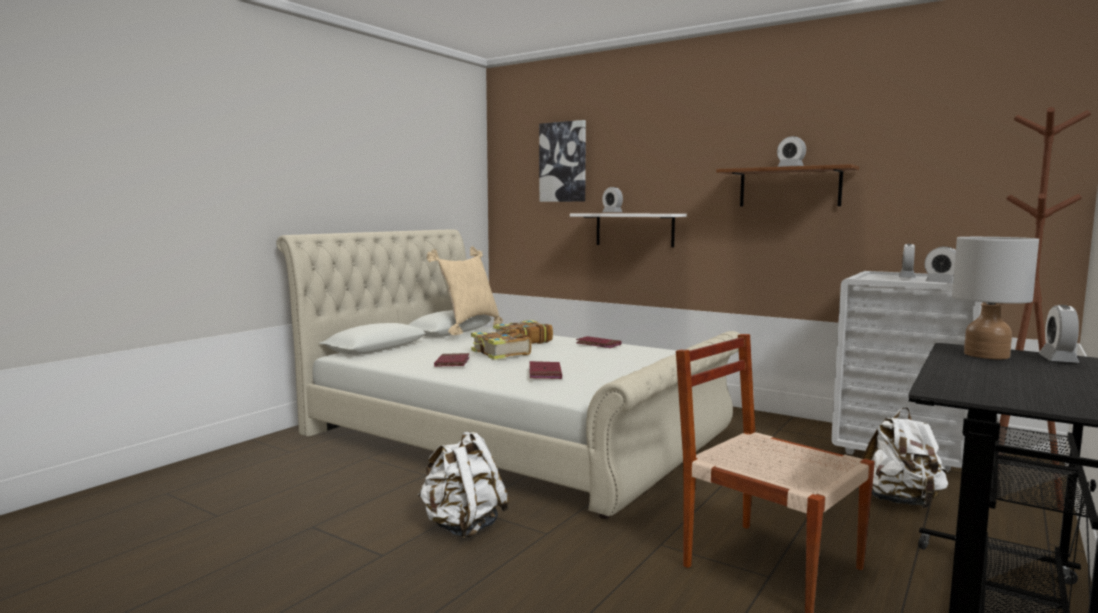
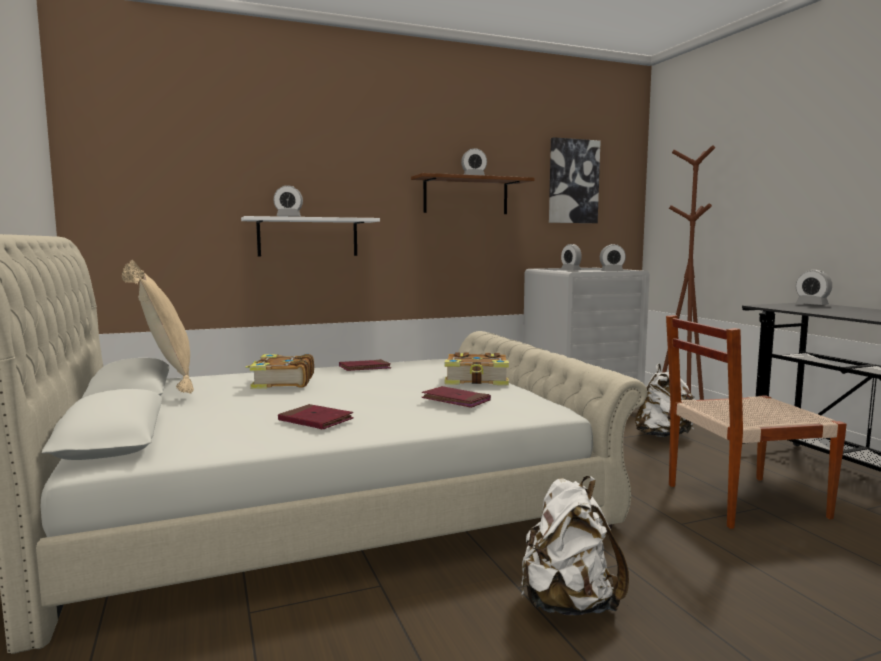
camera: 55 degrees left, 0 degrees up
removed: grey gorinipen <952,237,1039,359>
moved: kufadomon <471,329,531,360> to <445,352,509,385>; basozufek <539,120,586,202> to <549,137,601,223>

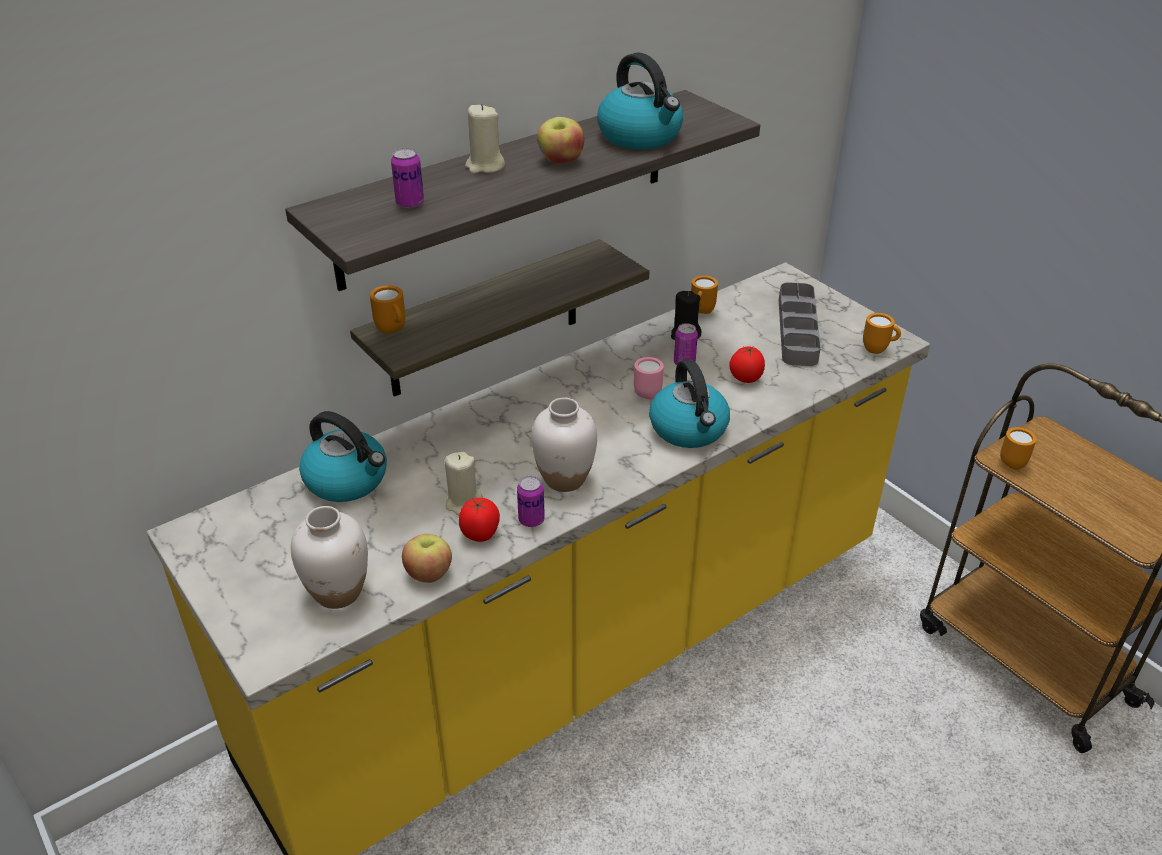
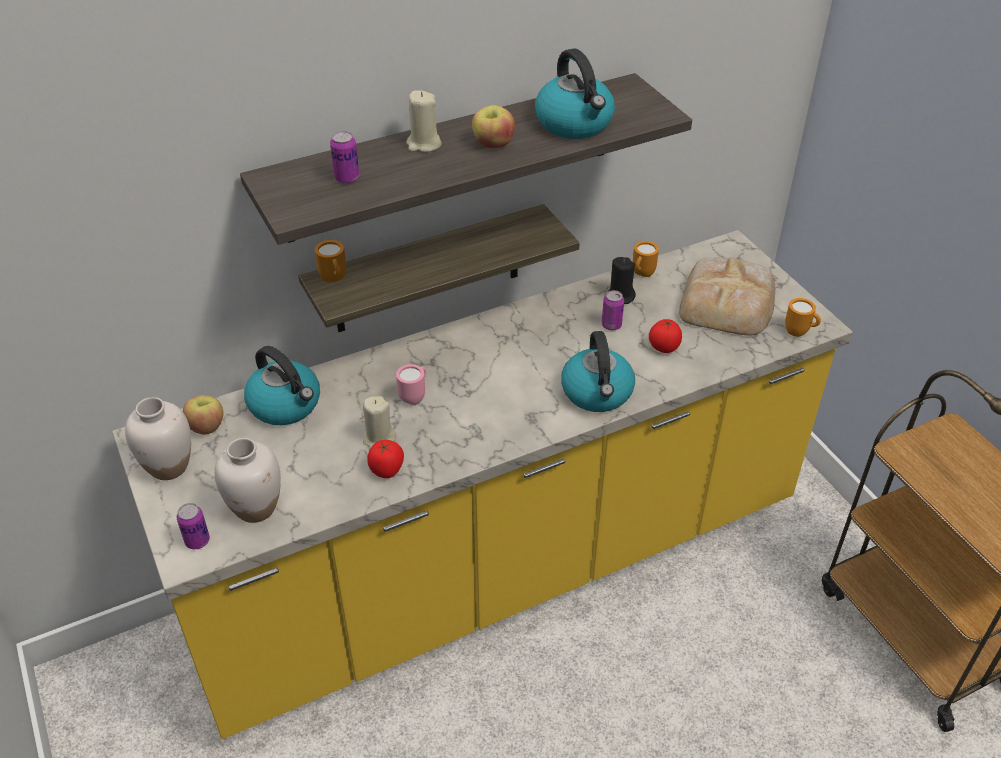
camera: 10 degrees right, 5 degrees up
removed: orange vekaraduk <1000,427,1037,470>
moved: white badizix <531,398,597,492> to <125,397,191,480>; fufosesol <517,476,545,527> to <177,503,210,549>; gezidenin <402,534,452,583> to <183,395,224,435>; pink vekaraduk <634,357,664,399> to <396,364,426,405>
replaced: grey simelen <779,282,821,366> to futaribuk <679,257,775,336>

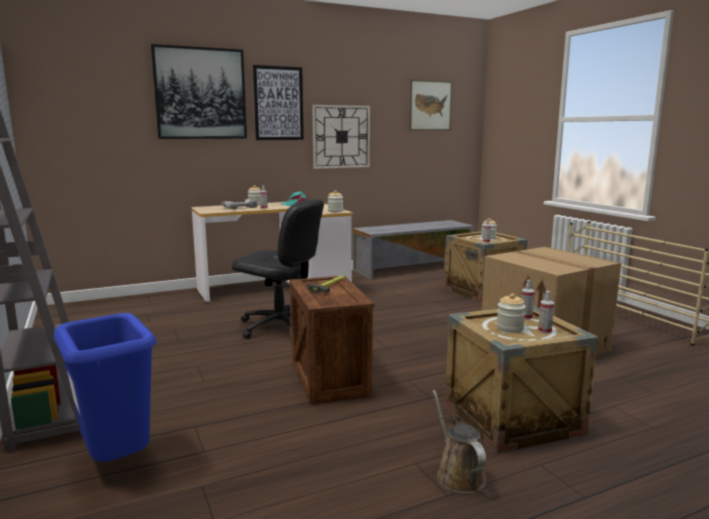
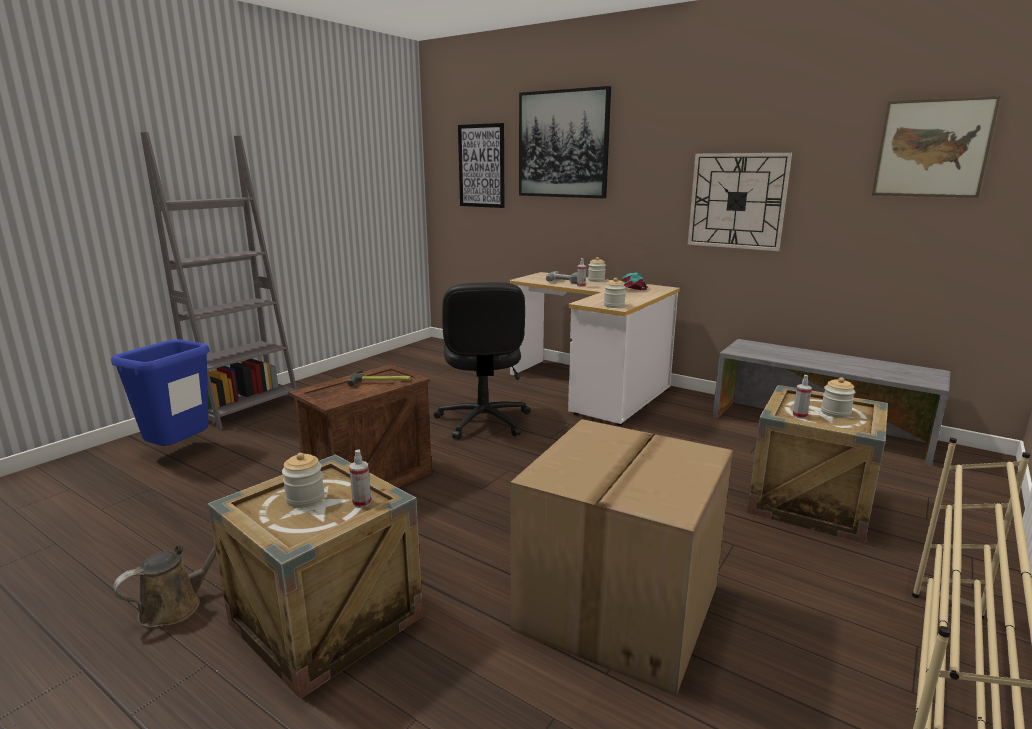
camera: 60 degrees right, 5 degrees up
removed: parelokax <538,291,554,334>
moved: basozufek <253,65,304,140> to <458,123,505,208>

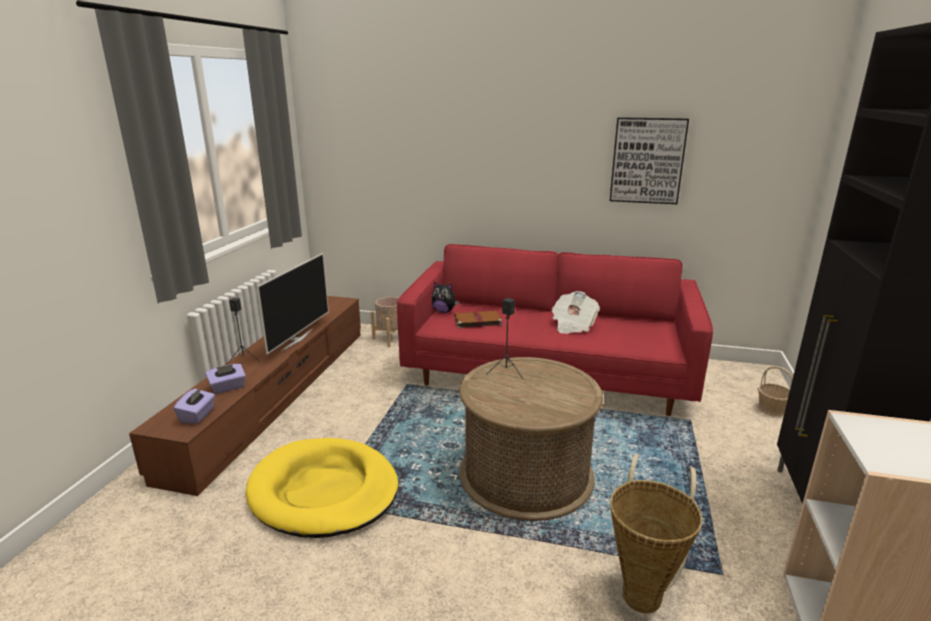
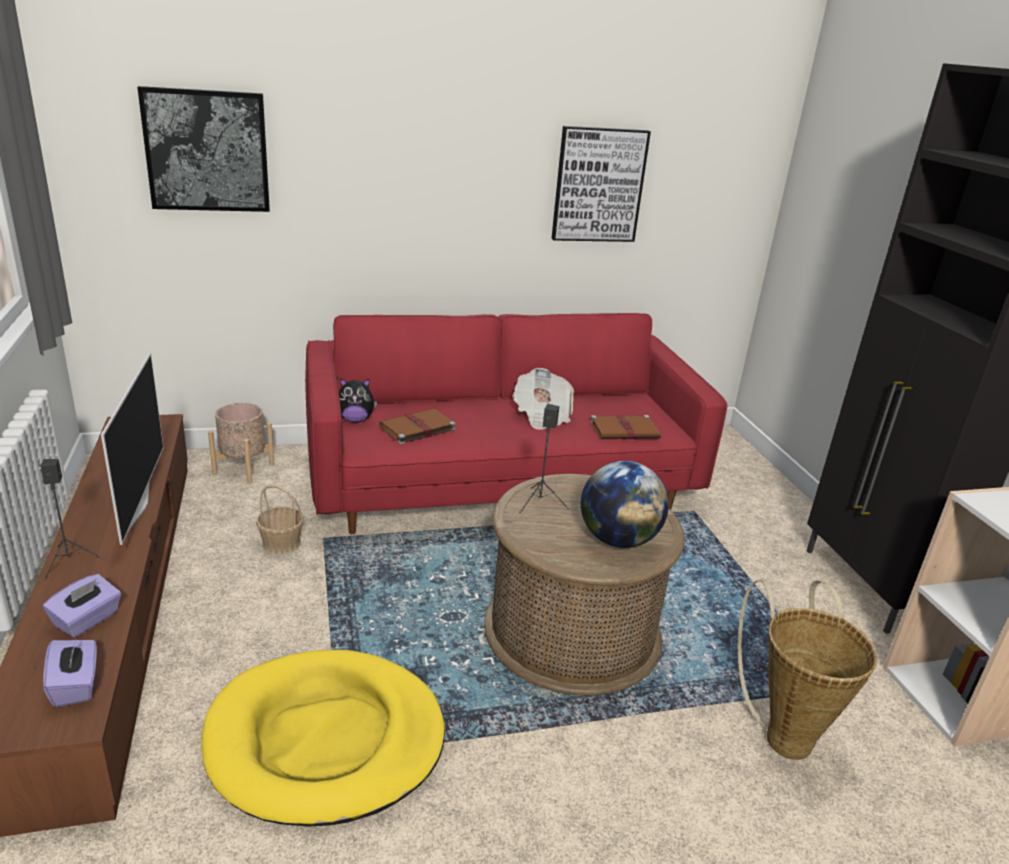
camera: 30 degrees left, 5 degrees up
added: basozufek <137,86,270,212>; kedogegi <581,461,669,548>; brown kufadomon <590,415,661,439>
moved: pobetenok <757,366,793,417> to <256,484,304,555>

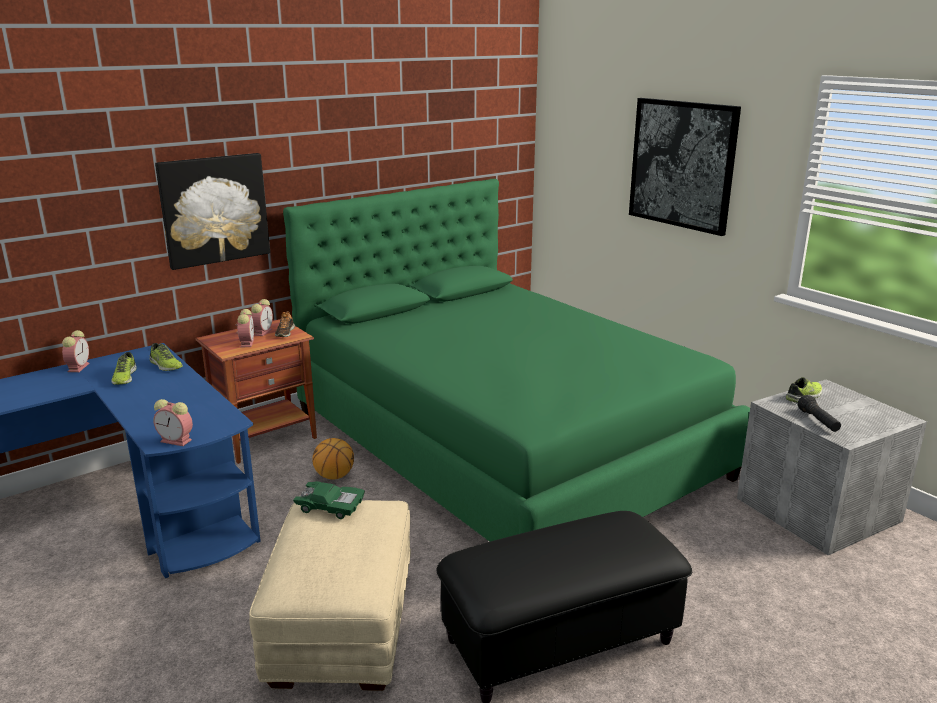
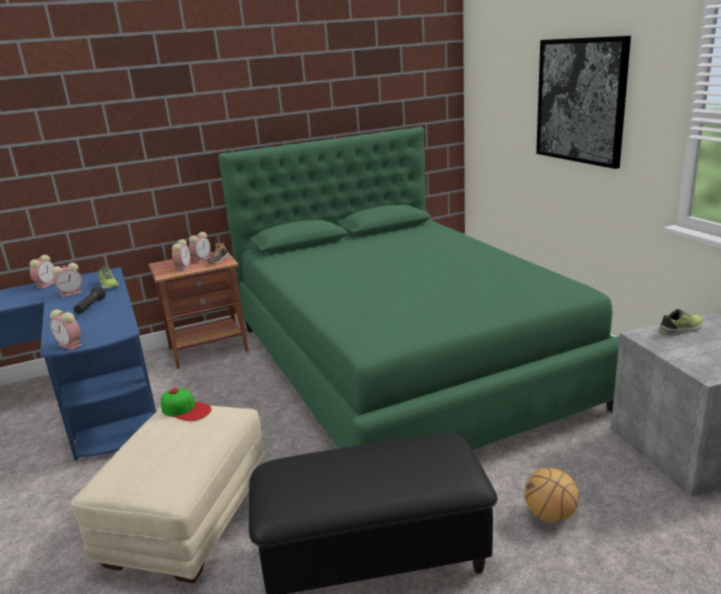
camera: 15 degrees right, 0 degrees up
removed: basozufek <155,153,270,270>
moved: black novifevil <798,395,841,432> to <74,286,106,314>; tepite <312,438,354,480> to <524,468,579,523>
replaced: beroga <111,352,137,384> to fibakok <52,263,82,297>; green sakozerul <293,481,365,519> to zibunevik <161,388,212,421>

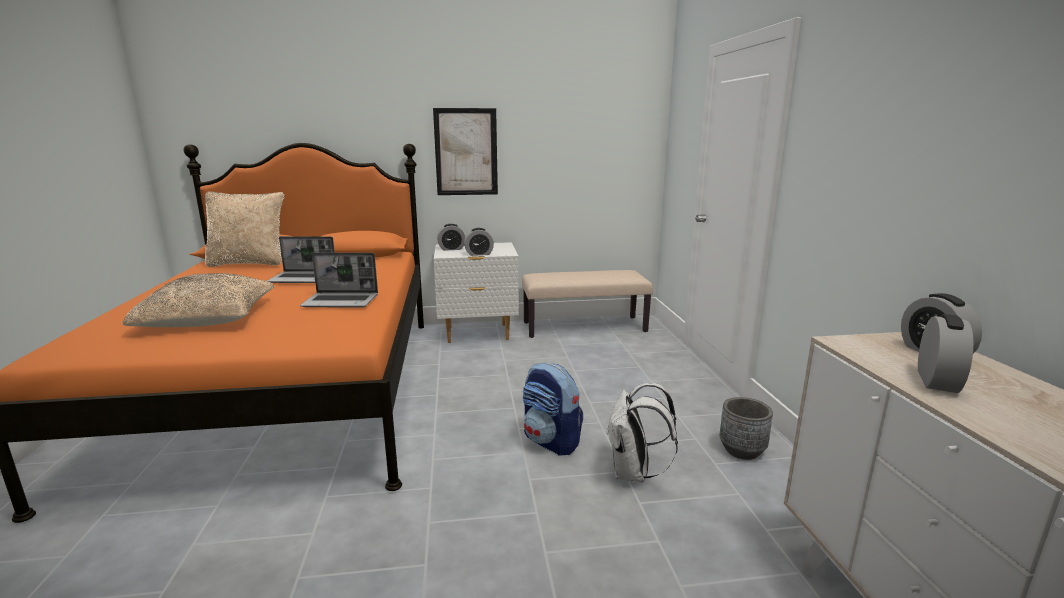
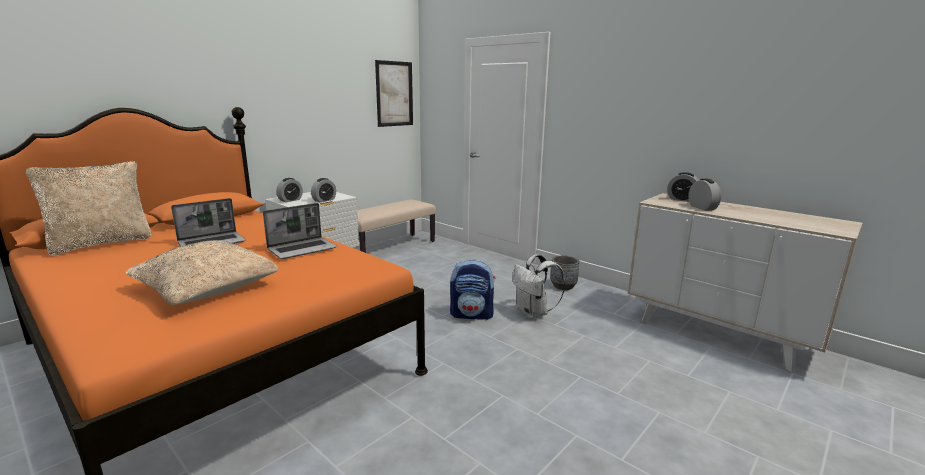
camera: 40 degrees left, 0 degrees up
moved: basozufek <433,108,498,195> to <375,60,413,127>

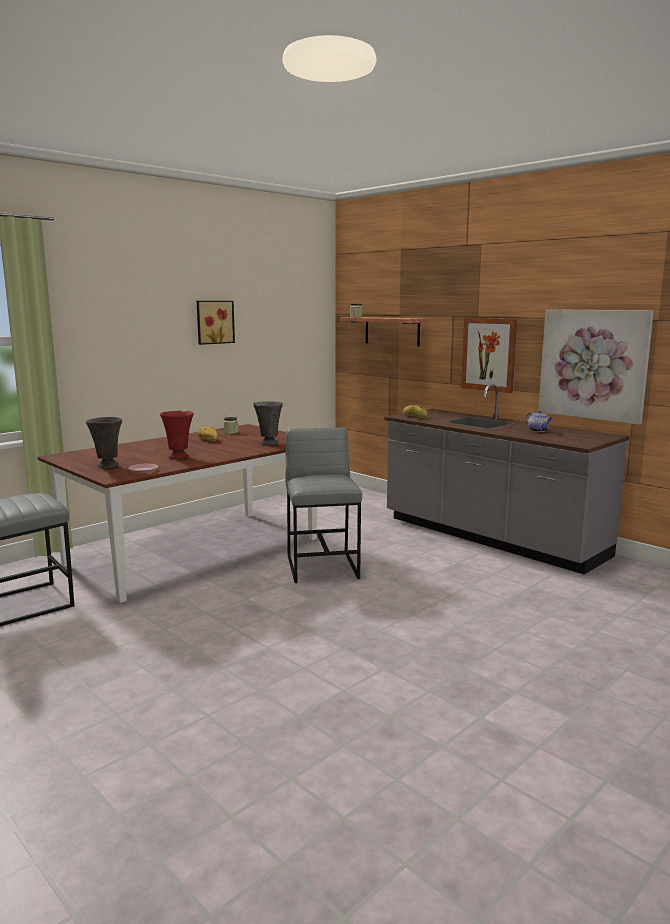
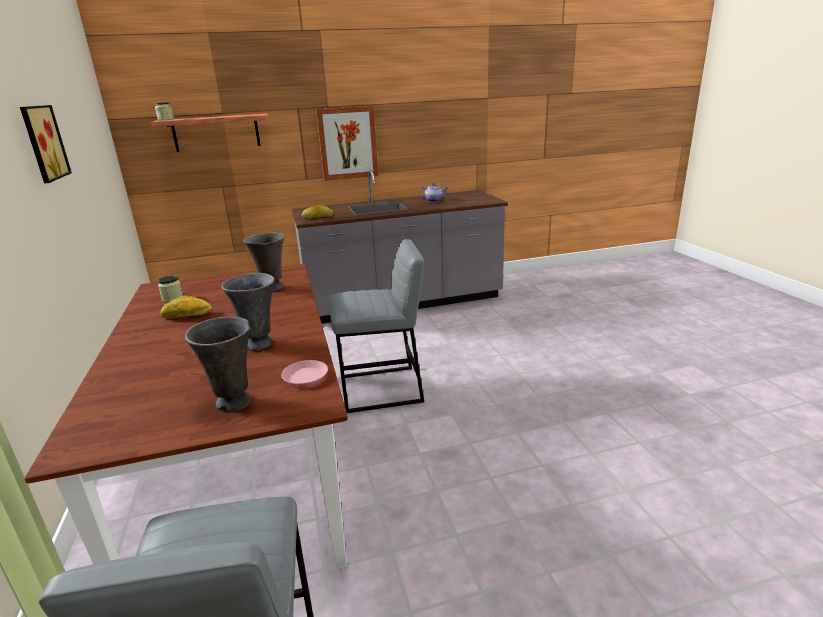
camera: 60 degrees left, 10 degrees up
removed: basozufek <539,309,654,425>
recoloured: red badizix <160,411,194,459> to grey badizix <221,273,275,351>
turned: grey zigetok <285,427,362,583> = <329,239,425,413> 150 degrees clockwise

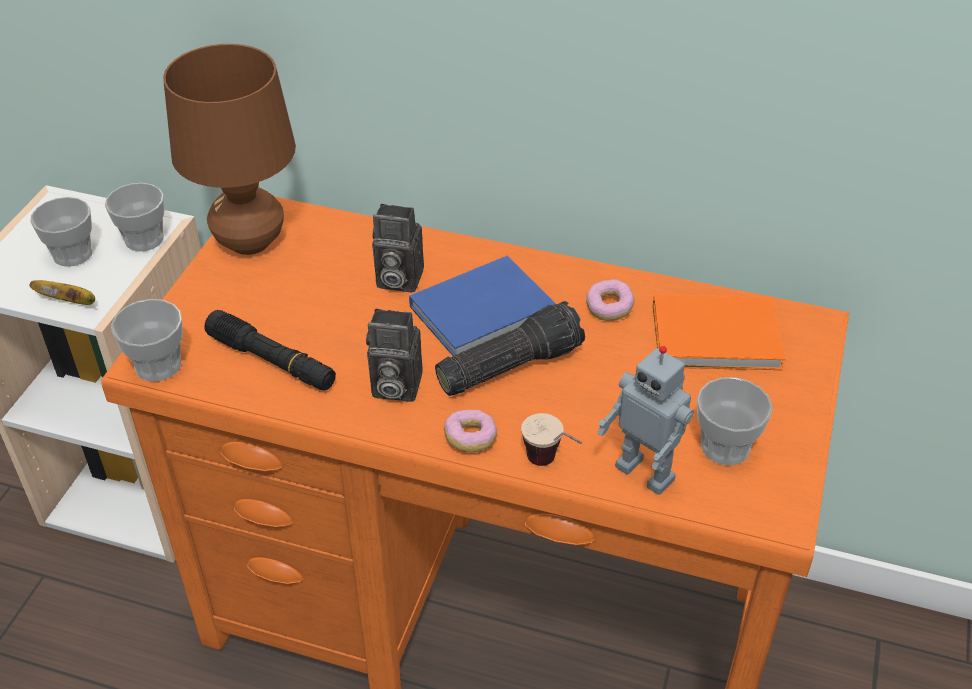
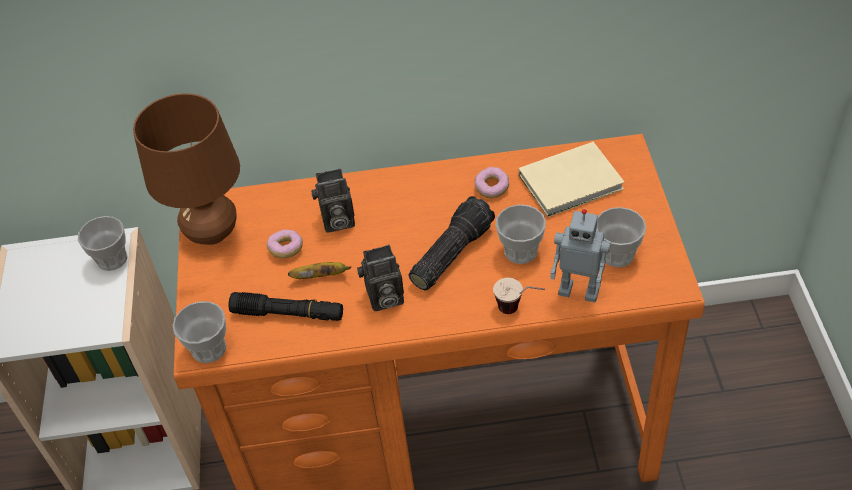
camera: 20 degrees left, 5 degrees up
removed: blue kufadomon <409,255,556,356>
moved: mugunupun <444,410,497,452> to <267,230,303,258>; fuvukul <29,280,95,305> to <288,262,351,279>; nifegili <30,197,92,267> to <496,205,546,264>
recoloured: orange kufadomon <653,294,785,370> to beige kufadomon <519,142,625,217>

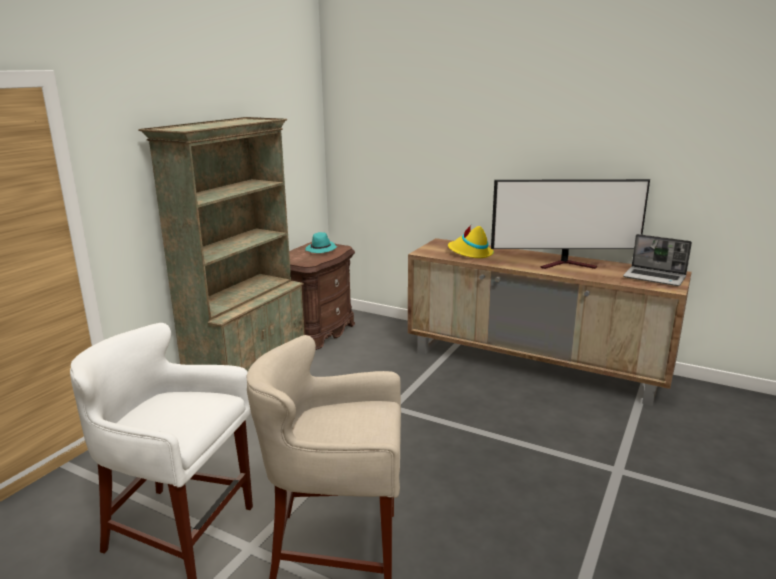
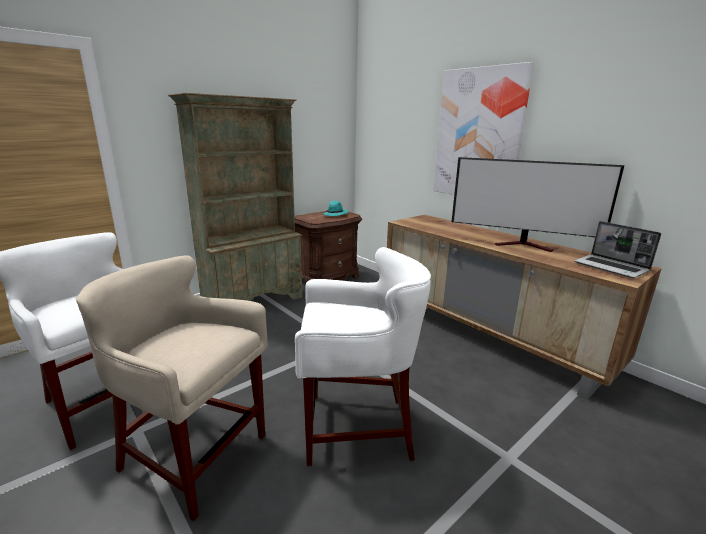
camera: 20 degrees right, 0 degrees up
removed: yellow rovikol <448,225,494,258>
added: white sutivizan <295,247,431,466>; basozufek <433,62,534,195>

